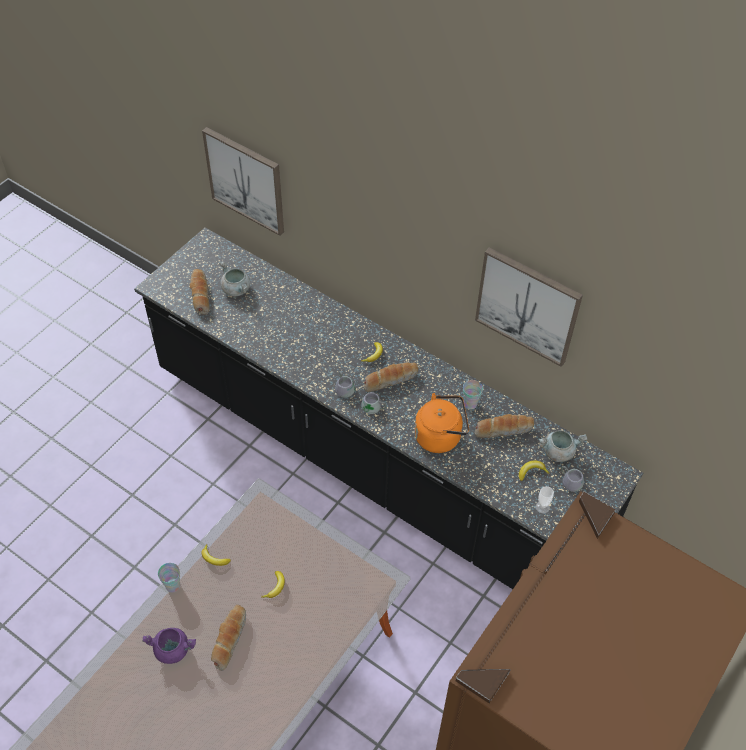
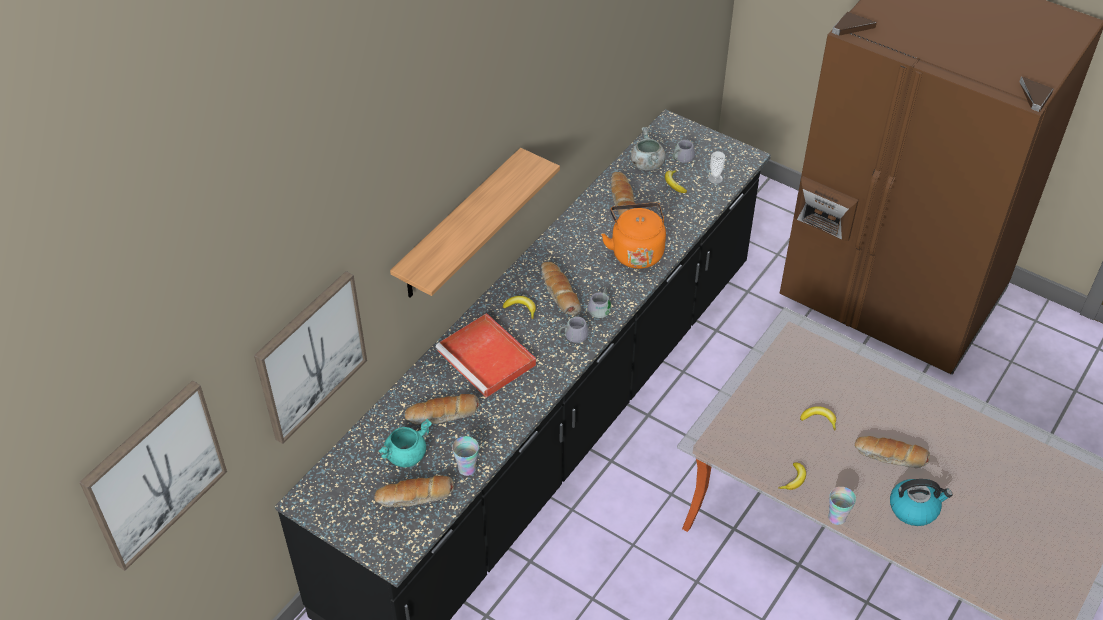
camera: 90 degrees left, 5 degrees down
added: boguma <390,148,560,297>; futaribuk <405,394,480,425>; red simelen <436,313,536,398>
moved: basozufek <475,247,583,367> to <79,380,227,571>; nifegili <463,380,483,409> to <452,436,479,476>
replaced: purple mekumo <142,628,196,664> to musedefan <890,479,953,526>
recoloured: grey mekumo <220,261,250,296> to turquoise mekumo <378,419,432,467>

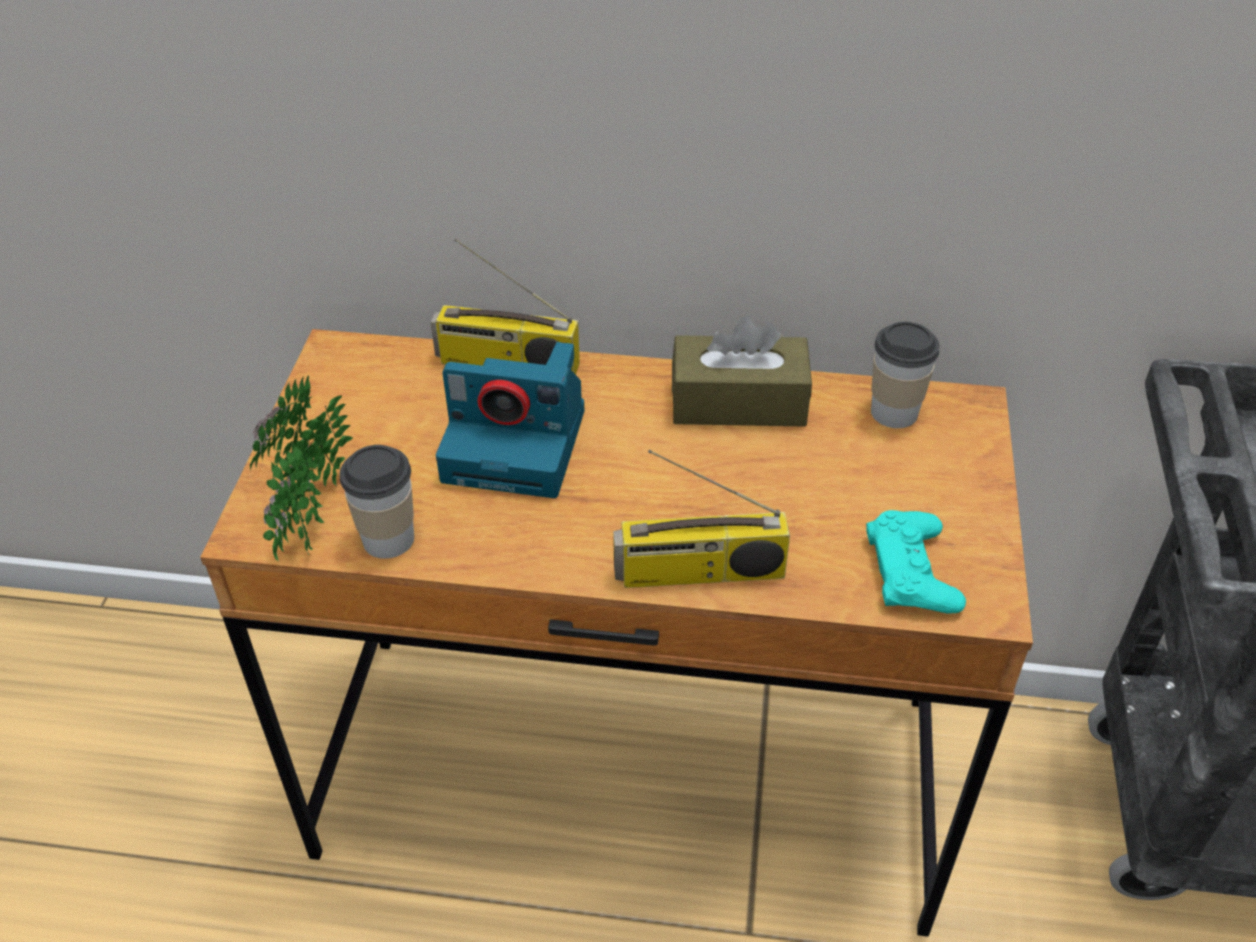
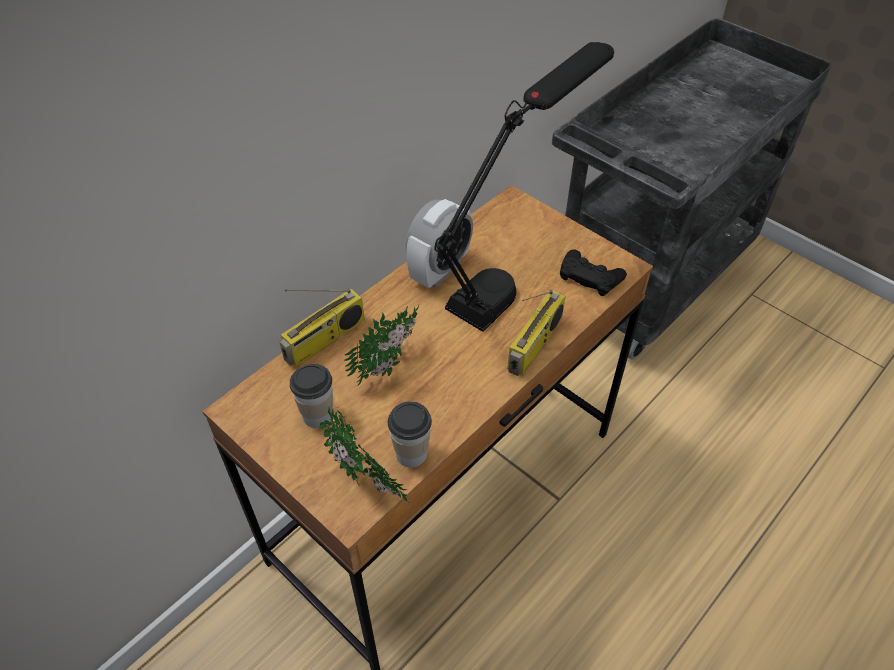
camera: 55 degrees left, 5 degrees up
added: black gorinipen <434,42,614,332>
moved: nifegili <871,322,940,428> to <290,364,333,428>
replaced: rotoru <436,342,584,498> to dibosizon <344,305,419,386>; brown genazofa <672,316,812,427> to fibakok <405,199,473,288>
recoloured: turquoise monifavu <866,510,966,614> to black monifavu <560,249,627,296>

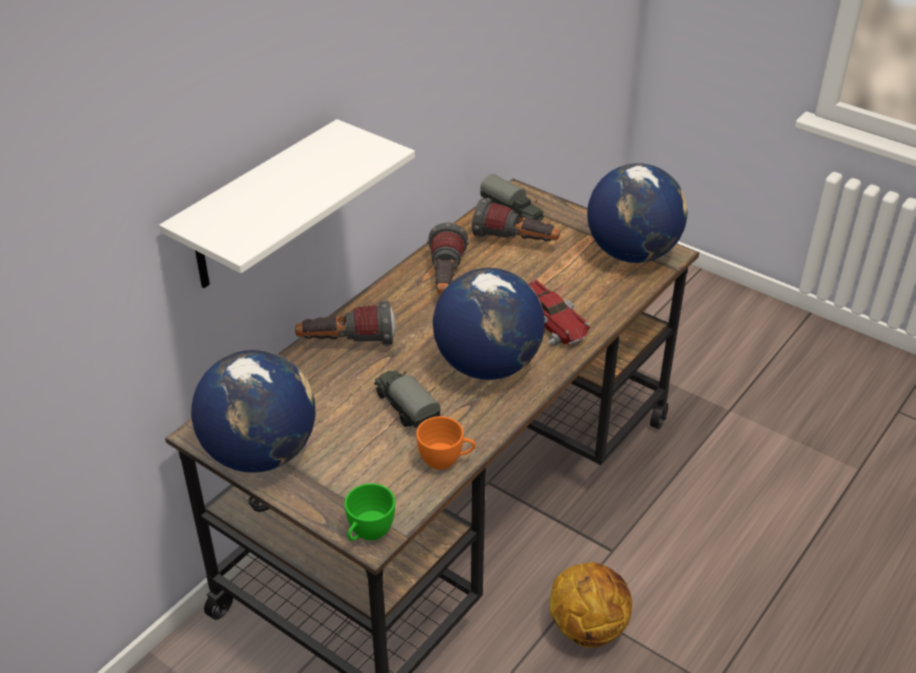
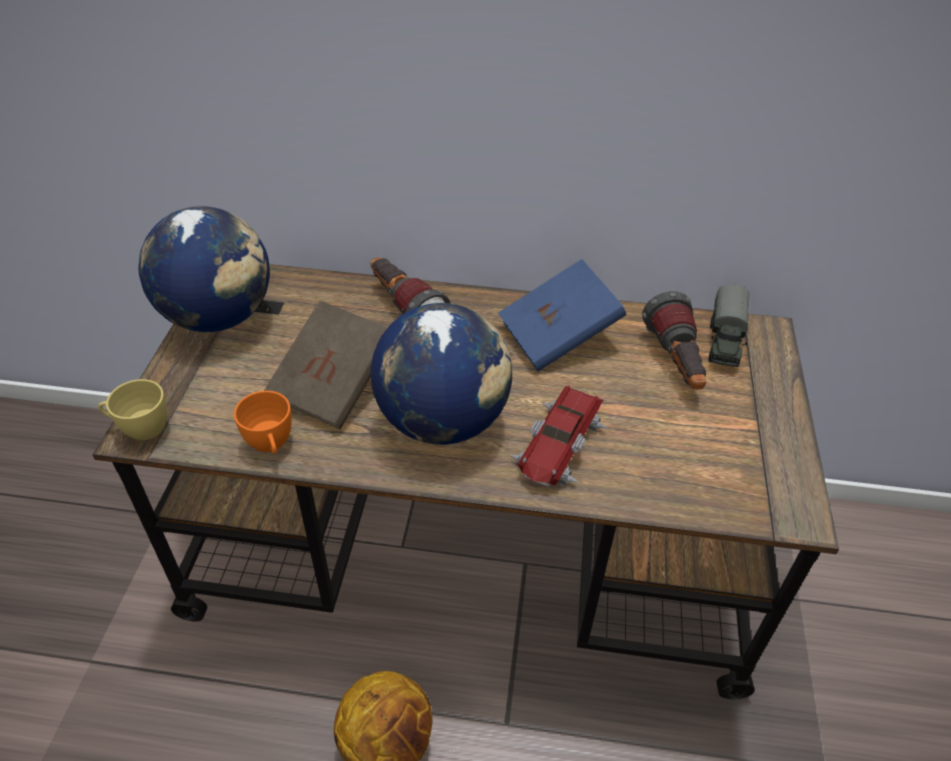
camera: 60 degrees right, 5 degrees up
removed: white boguma <159,119,415,288>; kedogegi <587,163,687,263>
replaced: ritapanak <374,370,441,428> to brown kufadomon <264,300,388,429>; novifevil <427,223,469,295> to blue kufadomon <498,259,626,371>
recoloured: green nifegili <345,483,395,541> to yellow nifegili <98,379,167,440>

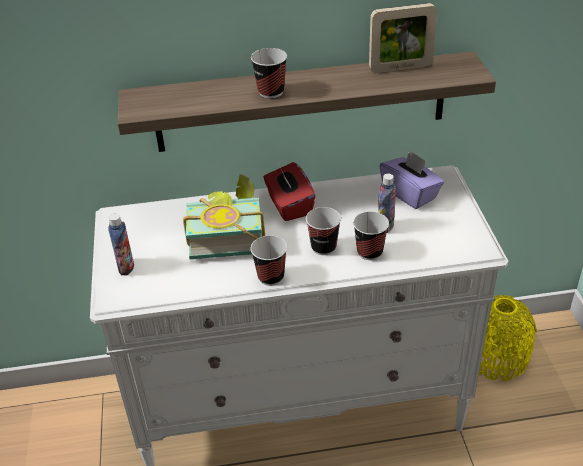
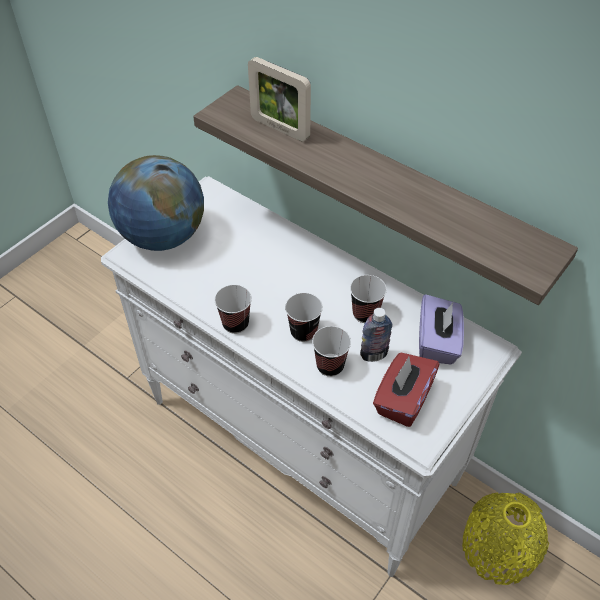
camera: 45 degrees right, 10 degrees up
removed: kufadomon <183,174,265,259>
moved: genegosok <369,3,437,73> to <248,57,311,141>; nifegili <251,48,287,98> to <350,275,387,323>; red genazofa <263,162,315,221> to <373,353,439,427>
replaced: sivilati <108,214,134,275> to kedogegi <108,155,204,251>

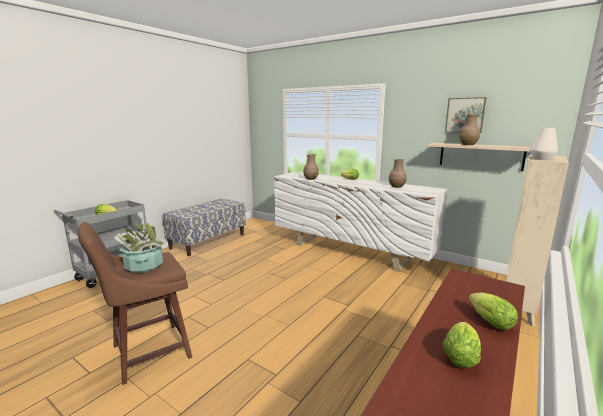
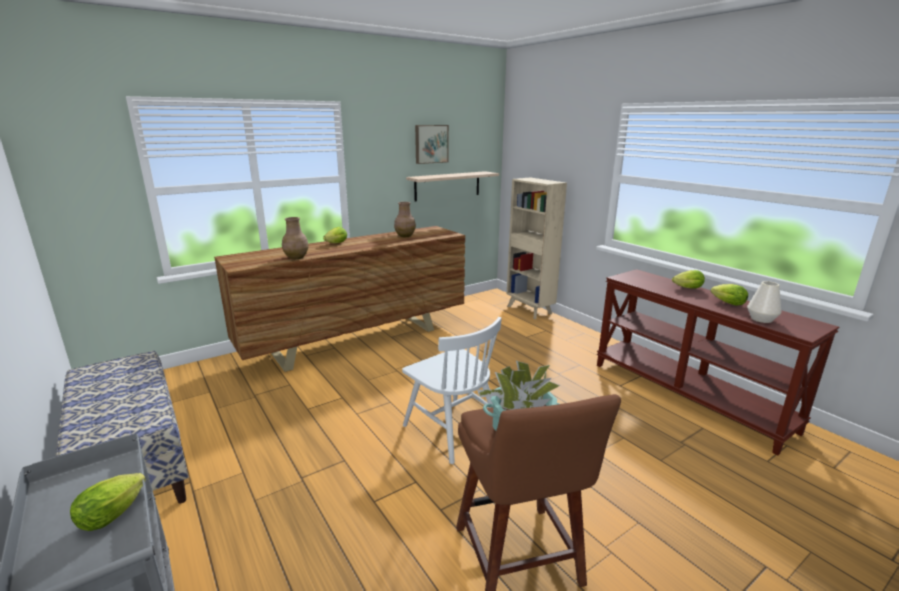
camera: 70 degrees left, 5 degrees up
removed: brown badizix <459,115,480,145>
added: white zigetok <402,317,502,464>
moved: white badizix <530,128,558,160> to <747,281,781,323>
recoloured: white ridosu <274,172,447,272> to brown ridosu <214,226,465,372>

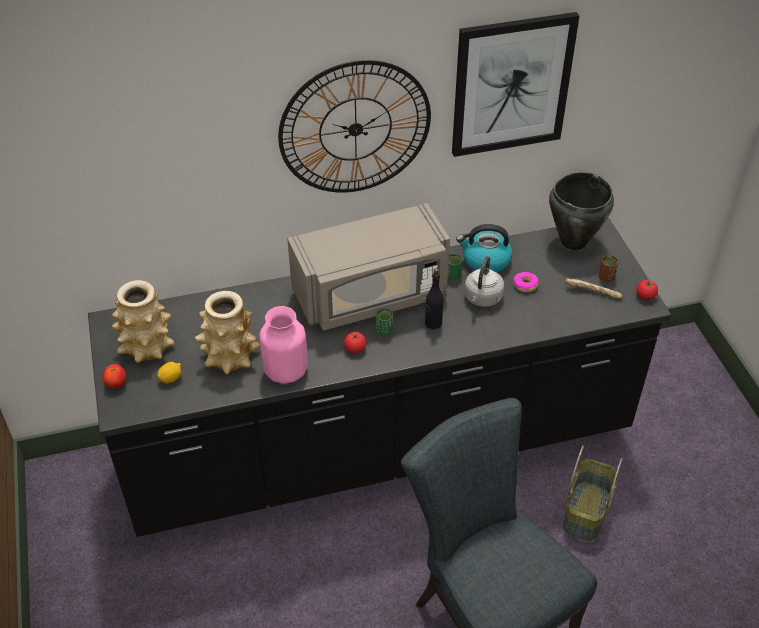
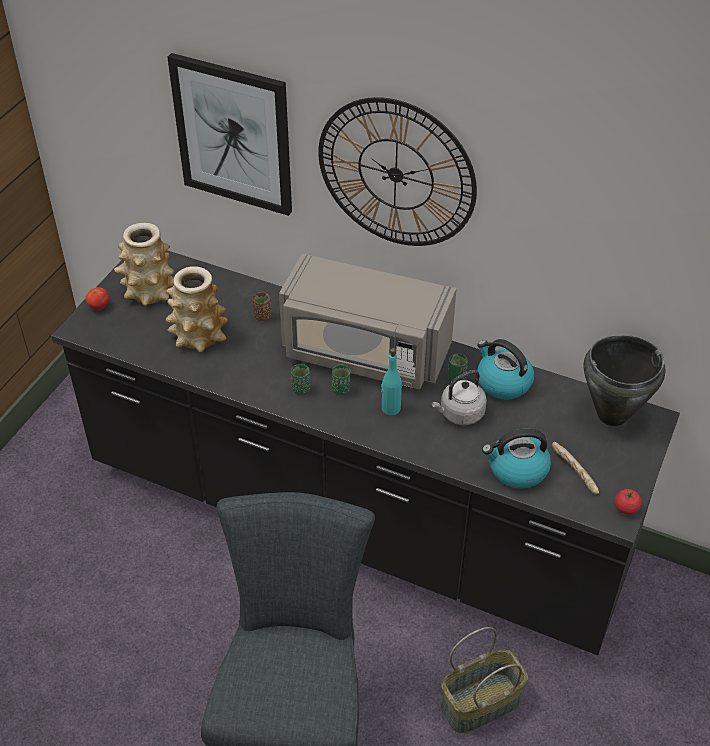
camera: 40 degrees right, 0 degrees up
removed: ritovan <157,362,181,383>; pink badizix <259,306,308,384>; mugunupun <513,272,539,292>
added: musedefan <482,429,551,488>
moved: basozufek <452,12,579,157> to <167,53,292,216>; brown nifegili <599,255,618,282> to <253,292,272,321>
replaced: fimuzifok <344,332,366,353> to green nifegili <291,364,310,395>
recoloured: black sivilati <425,268,443,329> to turquoise sivilati <381,348,402,415>

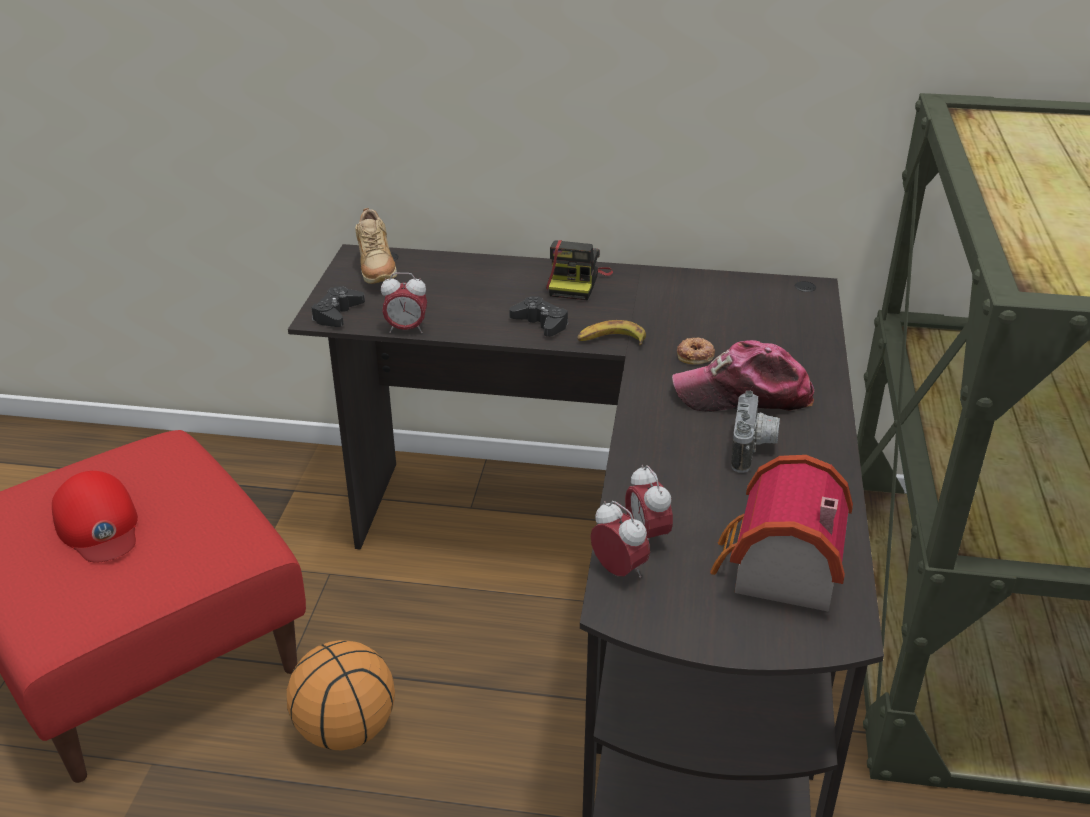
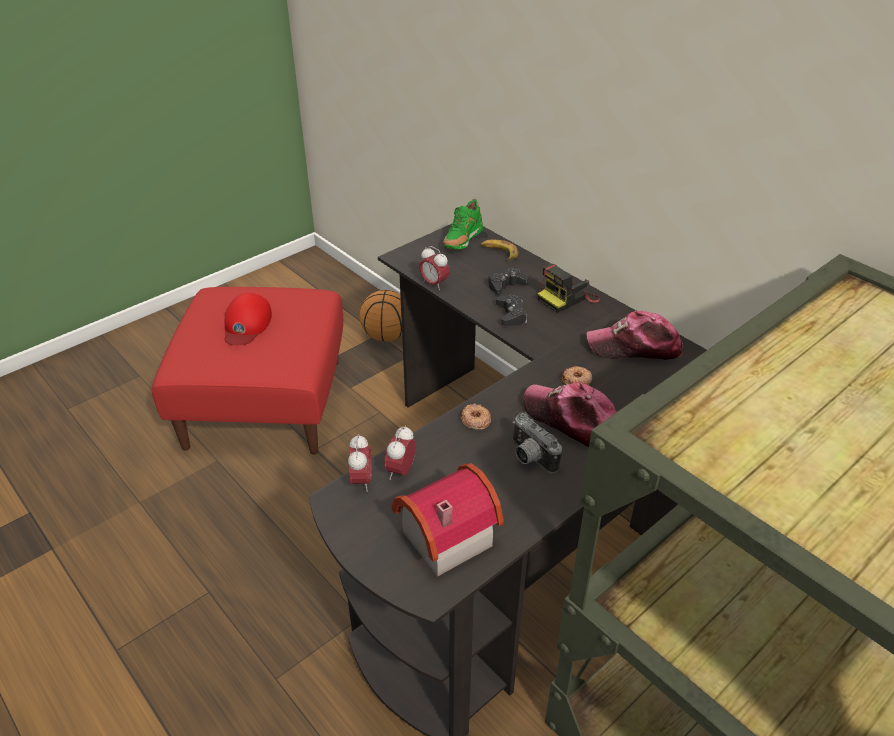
camera: 40 degrees right, 5 degrees up
added: mugunupun <461,403,491,430>; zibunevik <586,311,683,360>
moved: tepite <287,640,395,750> to <360,290,402,342>; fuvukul <577,320,646,345> to <481,240,518,261>; black monifavu <311,286,365,327> to <488,267,529,295>
recoloured: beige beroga <355,208,397,284> to green beroga <444,199,483,250>
turned: rotoru <731,391,780,473> = <513,412,562,473> 90 degrees clockwise

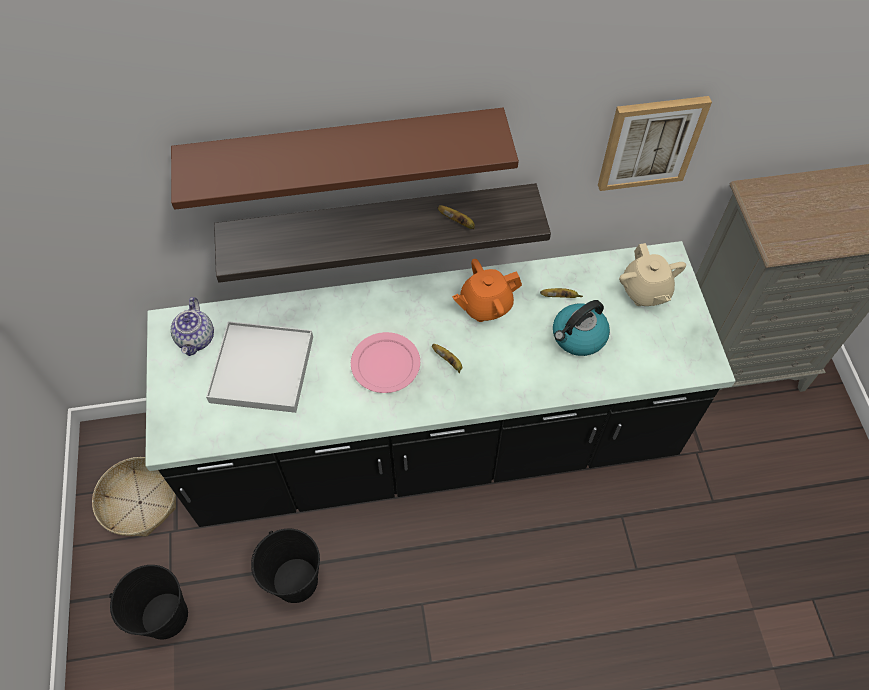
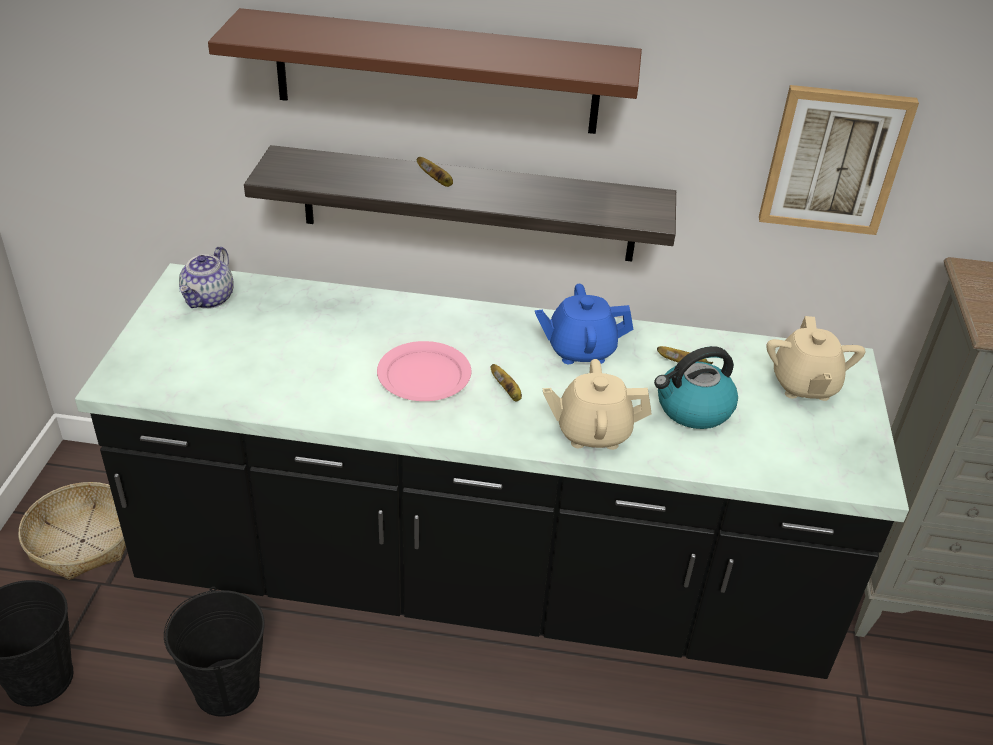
camera: 15 degrees right, 20 degrees down
removed: white simelen <206,321,313,413>
added: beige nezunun <543,359,651,450>
moved: fuvukul <438,205,475,229> to <417,157,453,187>
recoloured: orange nezunun <452,259,522,322> to blue nezunun <535,284,633,364>

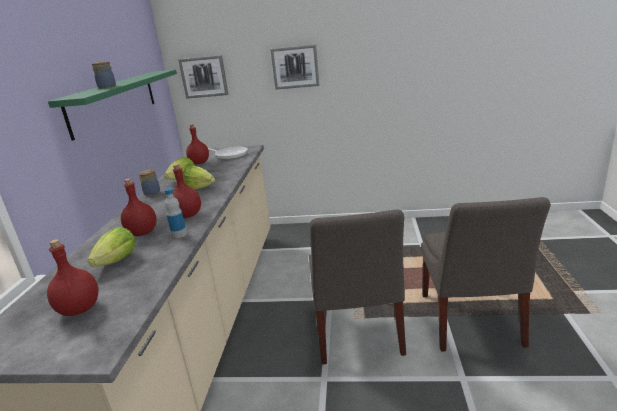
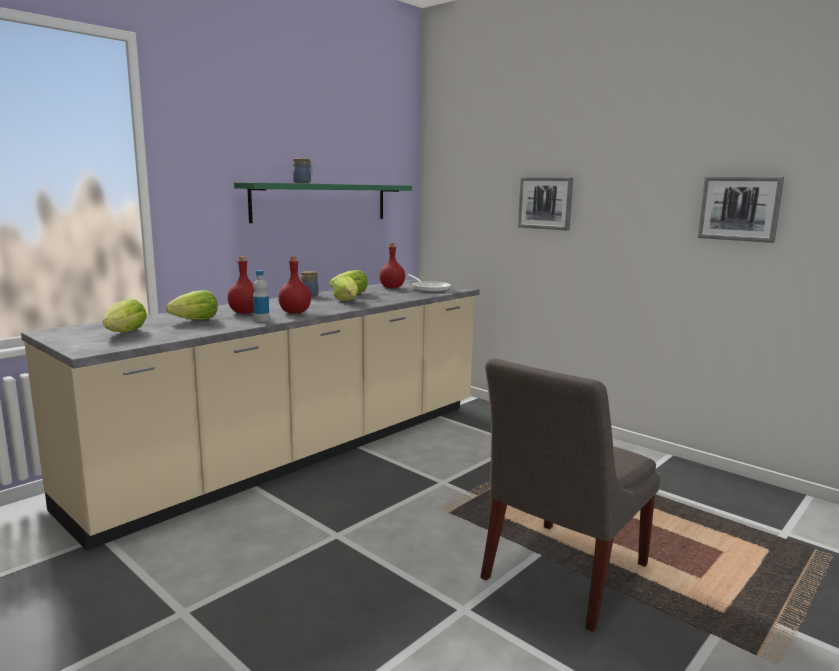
camera: 35 degrees right, 10 degrees down
removed: grey zigetok <309,209,406,365>
moved: basozufek <178,55,229,99> to <697,176,784,243>
replaced: red sivilati <47,239,98,316> to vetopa <103,298,147,332>

